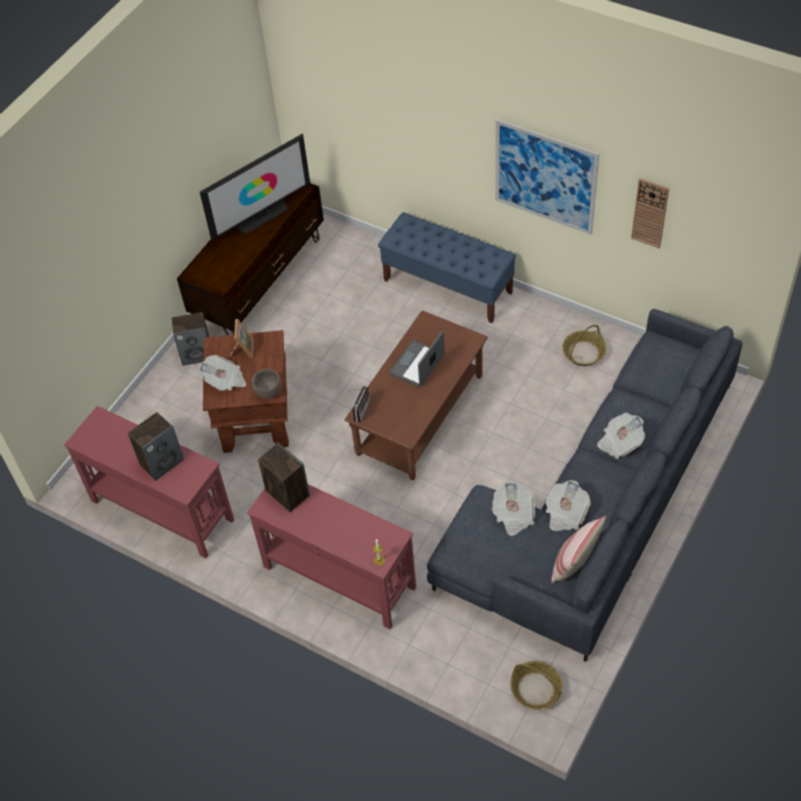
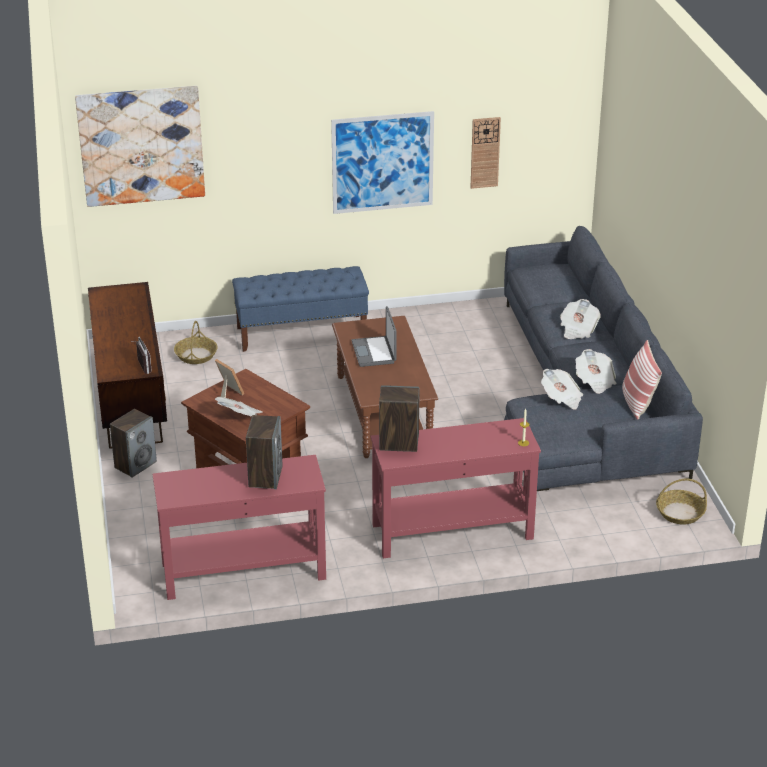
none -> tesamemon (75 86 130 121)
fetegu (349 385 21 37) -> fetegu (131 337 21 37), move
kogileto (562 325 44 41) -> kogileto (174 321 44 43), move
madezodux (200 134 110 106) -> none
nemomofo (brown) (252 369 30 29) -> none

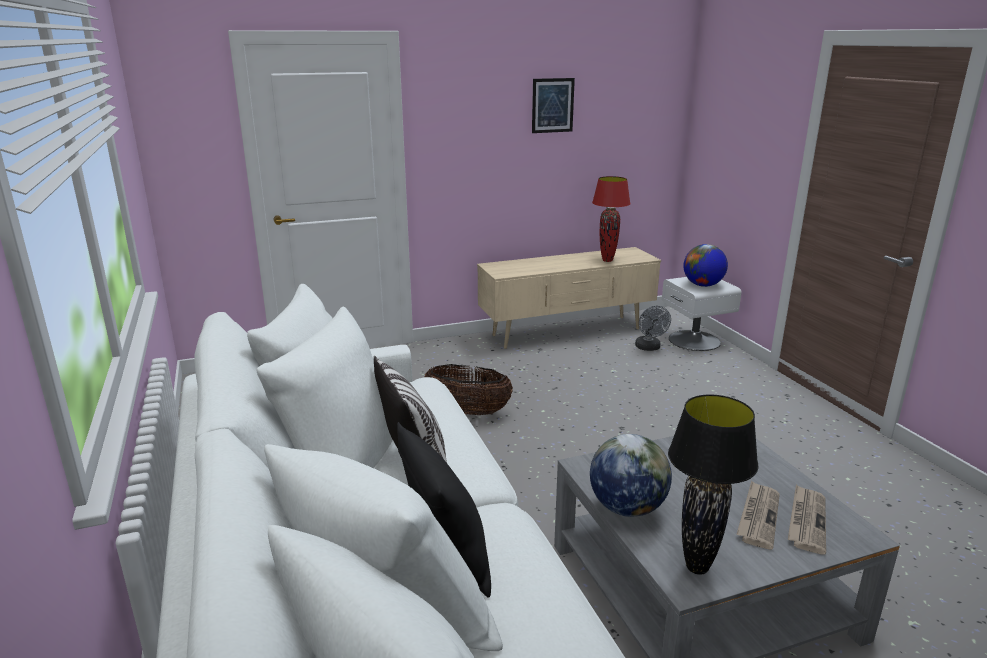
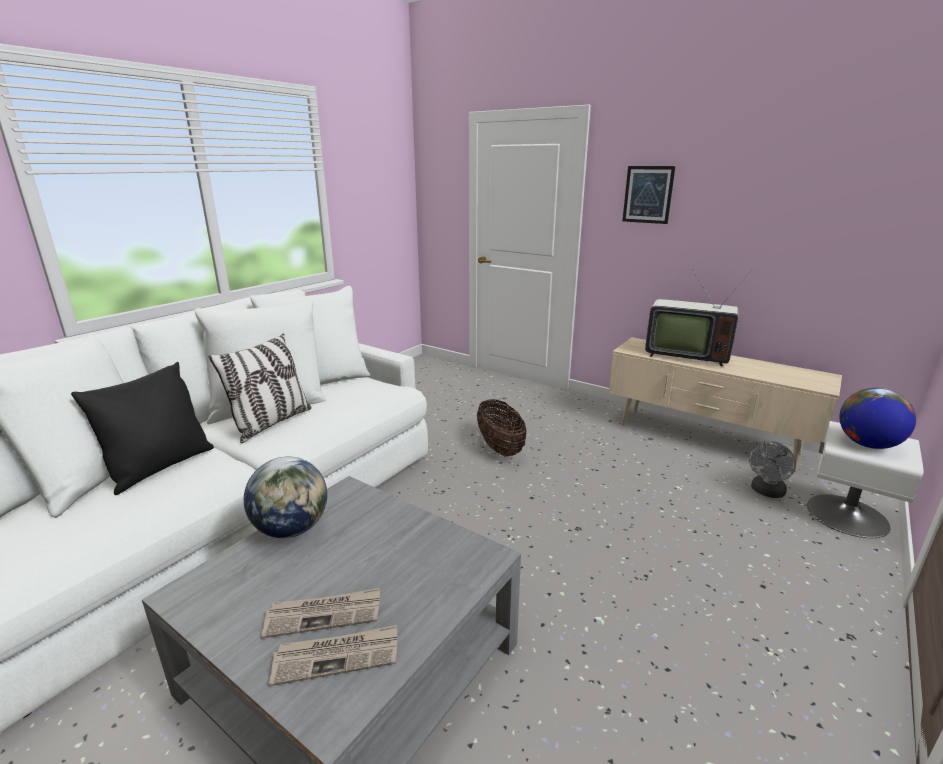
tesamemon (532 78 43 55) -> tesamemon (622 166 53 58), move
none -> madezodux (645 269 106 98)
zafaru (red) (592 176 38 86) -> none
zafaru (black) (668 394 90 181) -> none

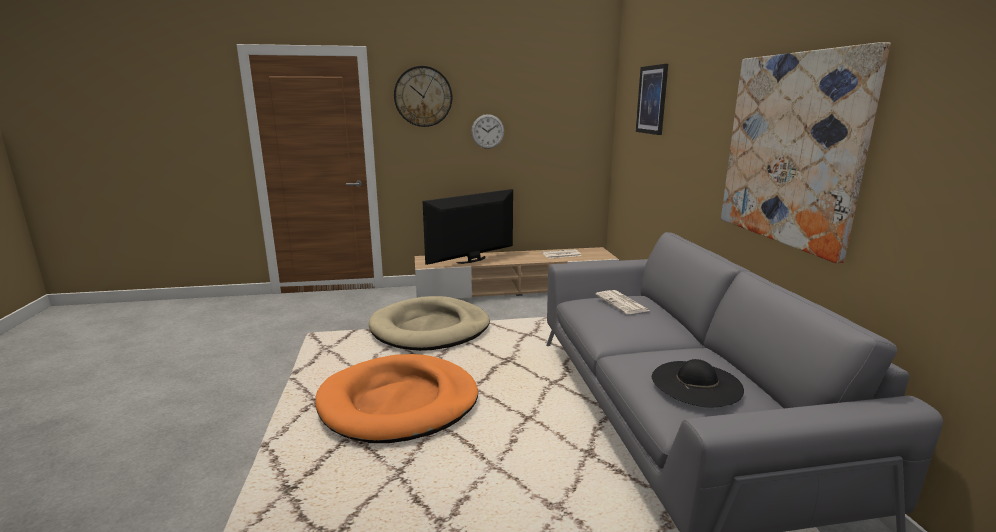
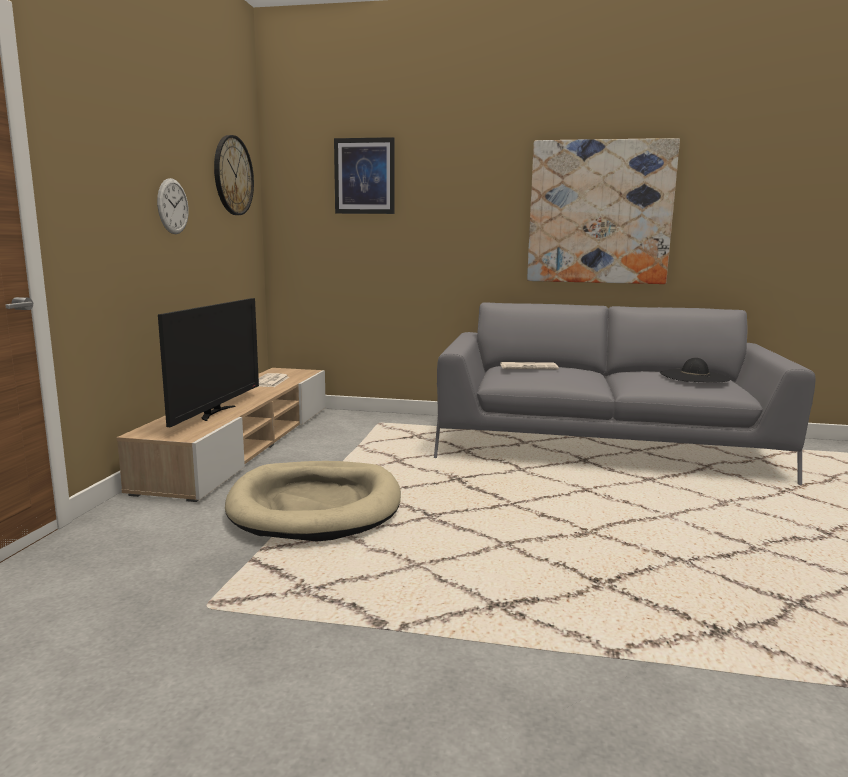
madezodux (422 189 91 76) -> madezodux (158 298 101 129), 150 degrees counterclockwise
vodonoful (394 66 58 61) -> vodonoful (214 135 40 80), move
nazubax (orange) (315 354 163 89) -> none

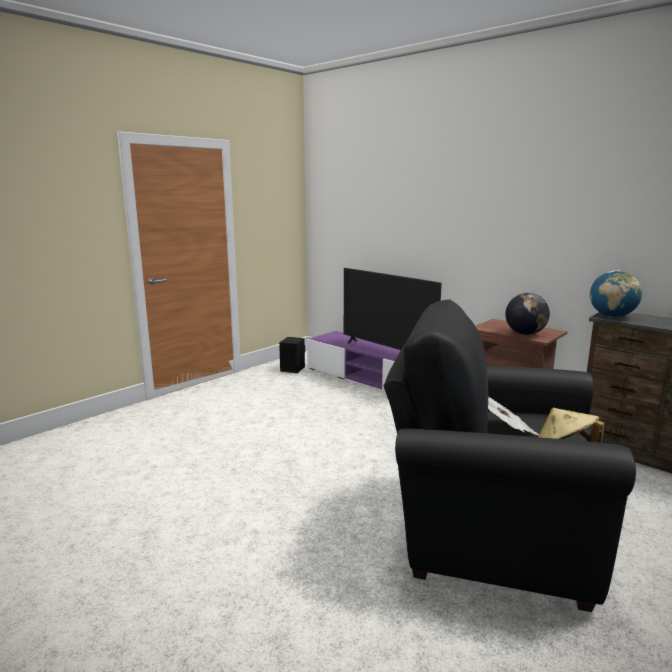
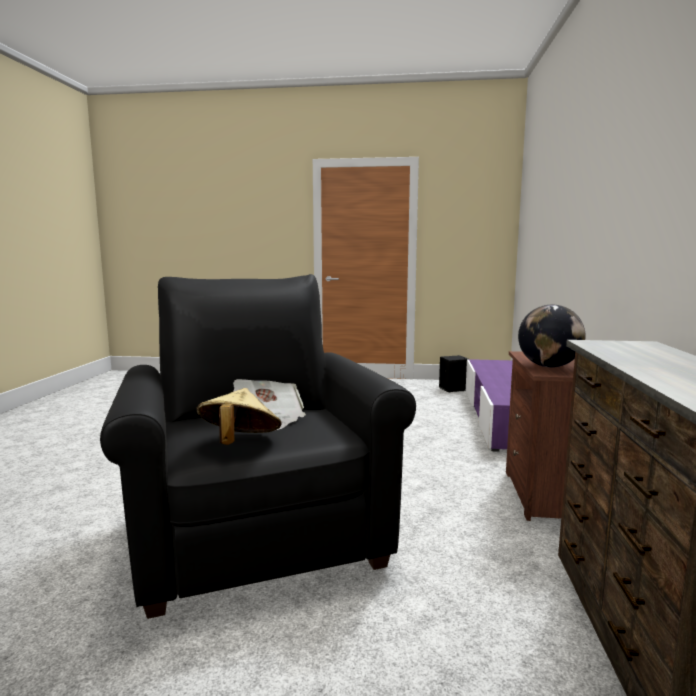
madezodux (344 268 98 82) -> none
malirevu (590 270 52 47) -> none

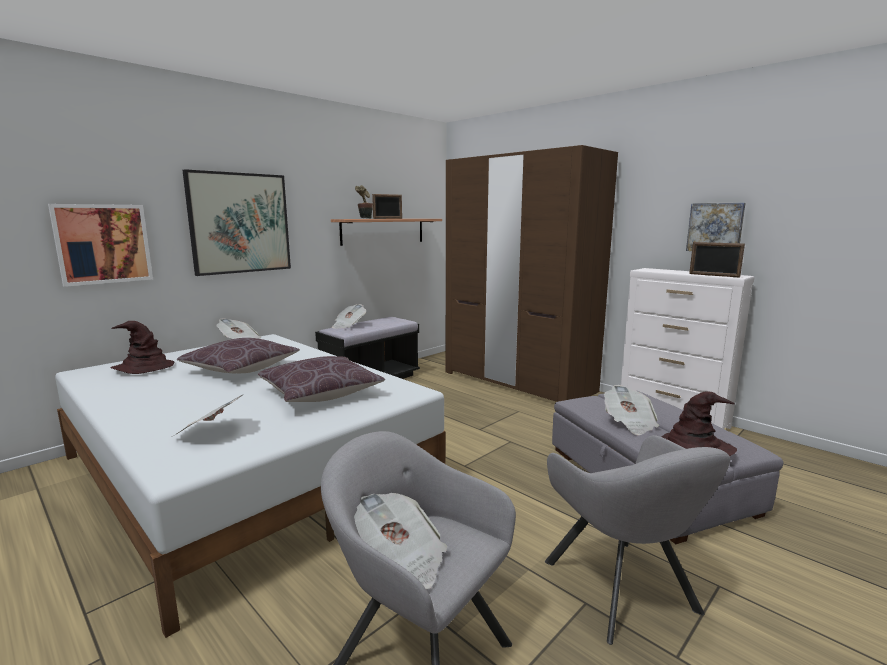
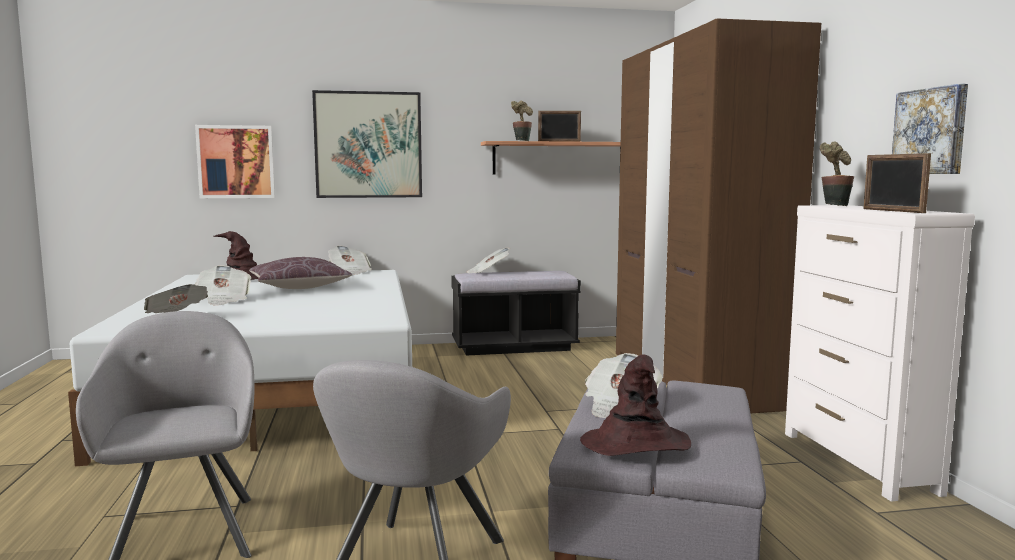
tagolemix (354 493 93 96) -> tagolemix (194 265 58 41), move
none -> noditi (820 142 34 64)
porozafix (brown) (258 356 127 46) -> none

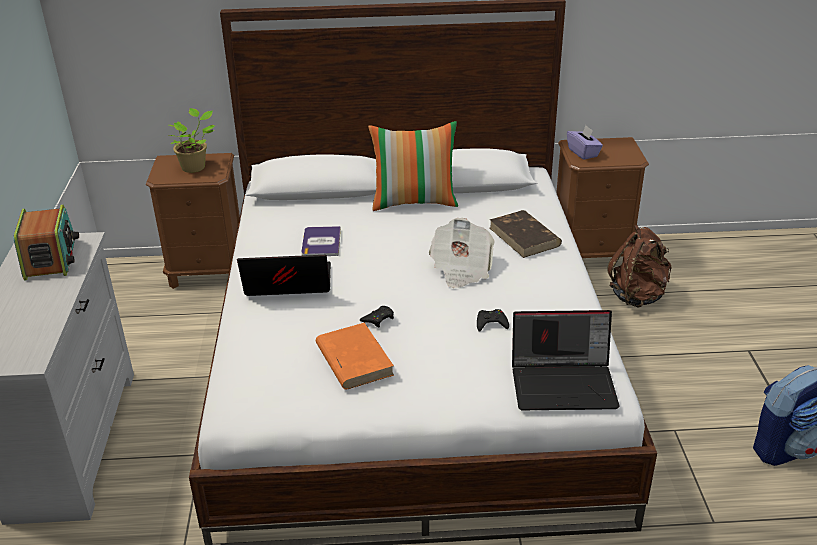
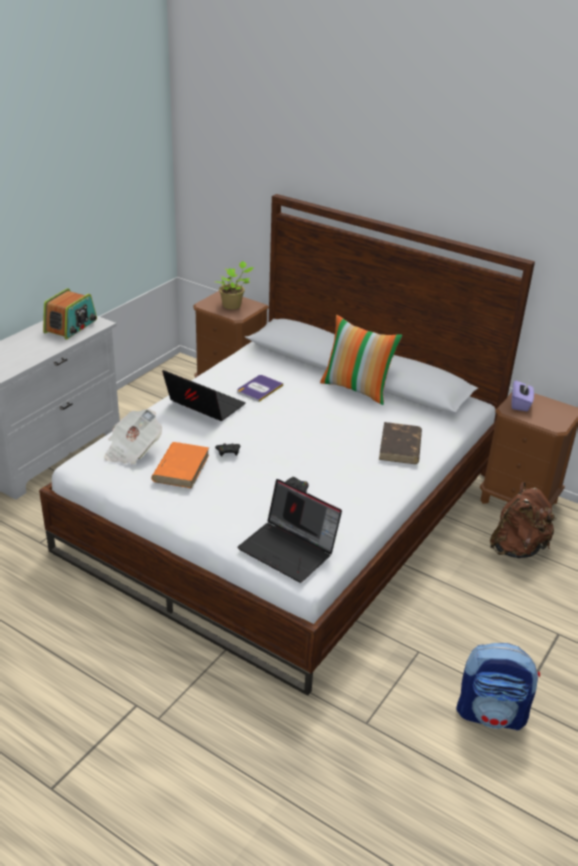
tagolemix (429 218 66 70) -> tagolemix (104 409 58 55), move

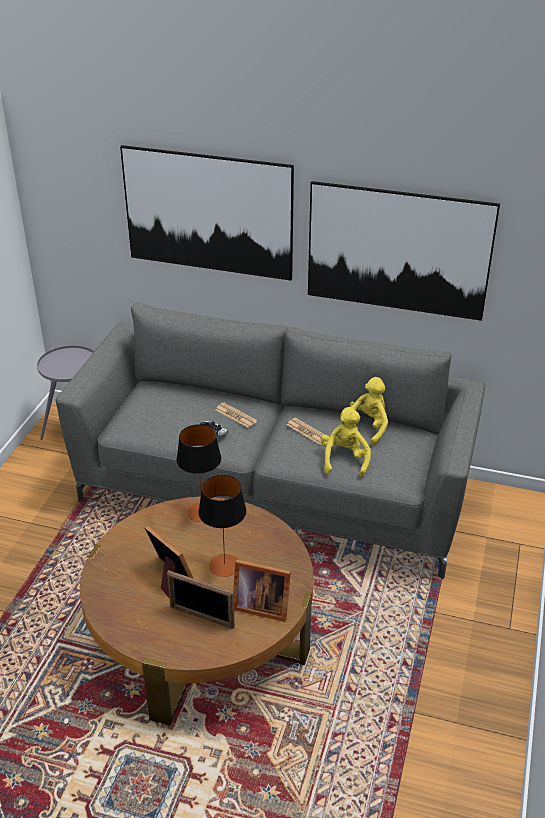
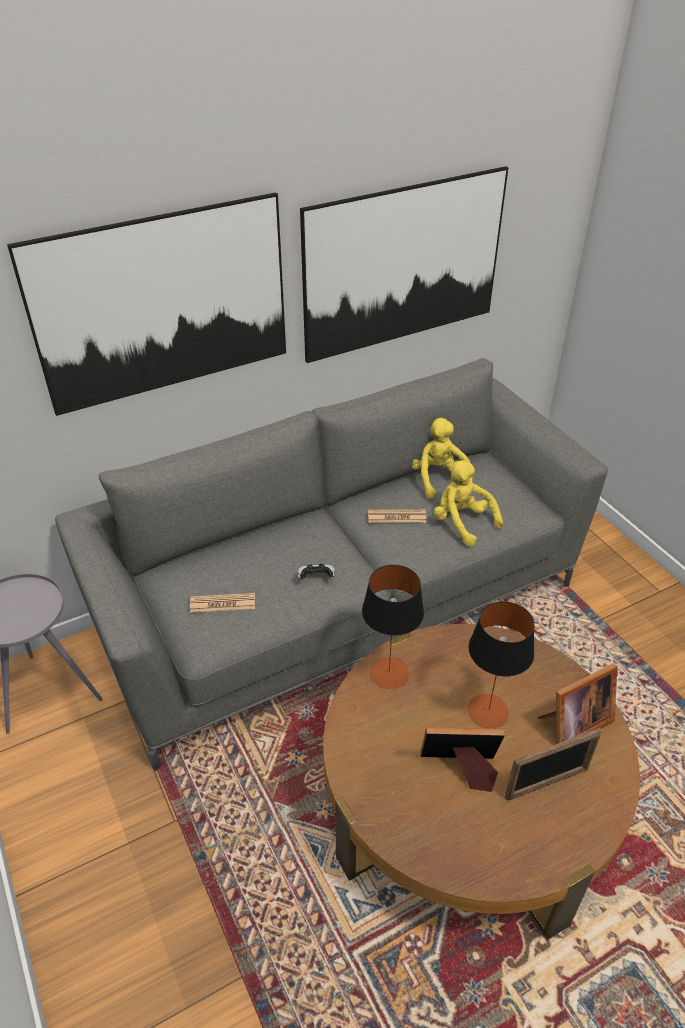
tagolemix (215 403 42 25) -> tagolemix (190 593 65 20), move

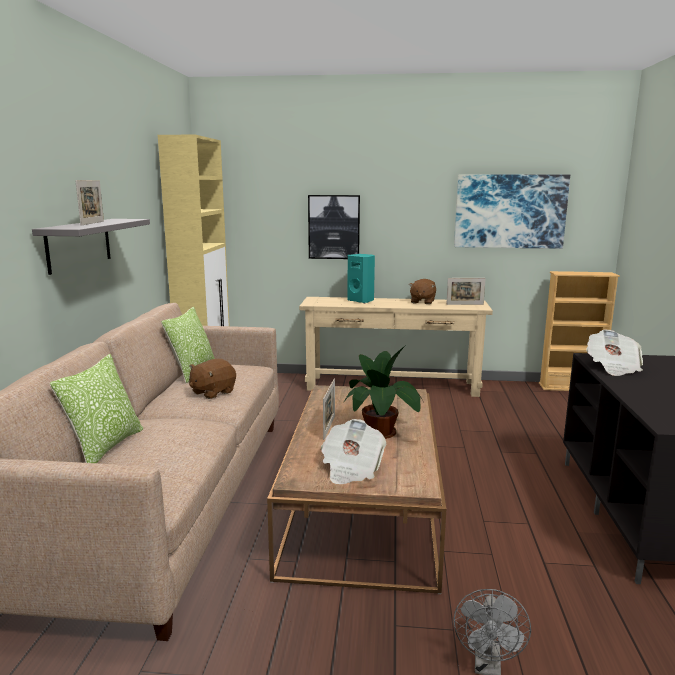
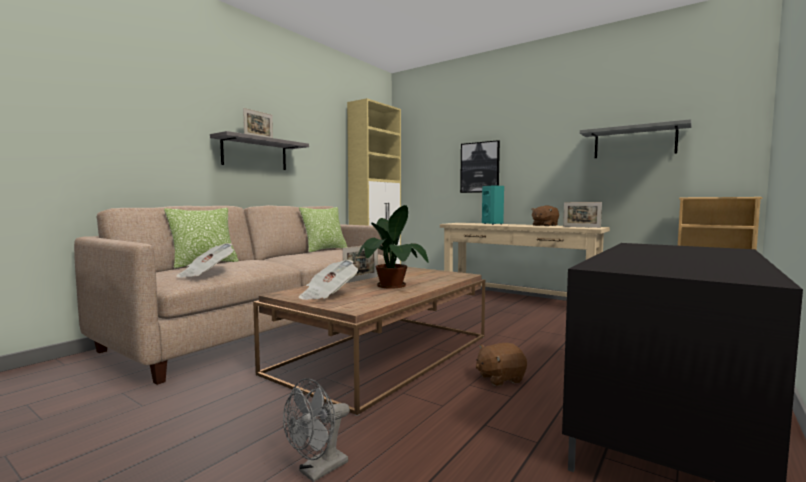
tagolemix (586 329 57 47) -> tagolemix (176 243 57 35), move
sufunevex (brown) (189 359 47 40) -> sufunevex (brown) (476 343 51 43), move
tesamemon (454 174 116 75) -> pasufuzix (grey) (580 119 112 39)

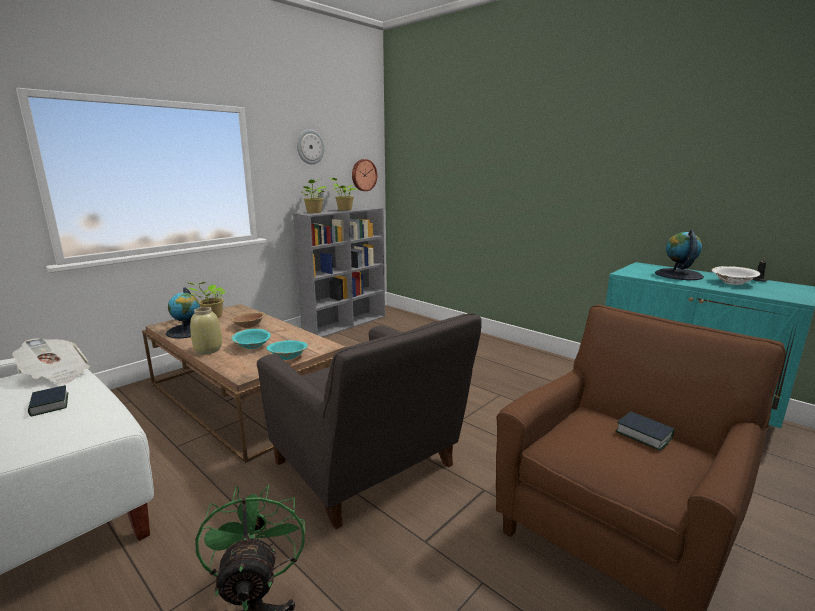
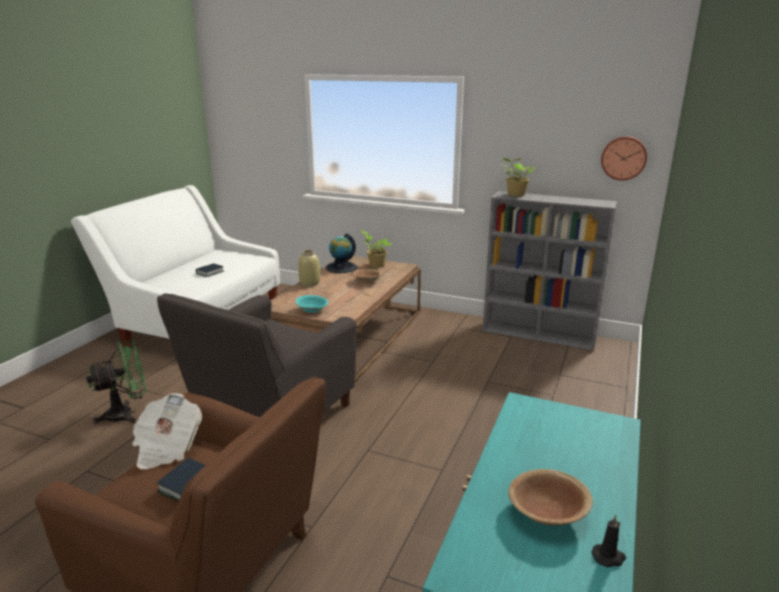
tagolemix (12 338 79 47) -> tagolemix (132 393 70 76), move
nemomofo (white) (712 266 48 19) -> nemomofo (brown) (508 469 85 57)
nemomofo (turquoise) (231 329 40 20) -> none
vodonoful (297 129 28 36) -> none
noditi (330 178 28 33) -> none
malirevu (655 229 49 51) -> none

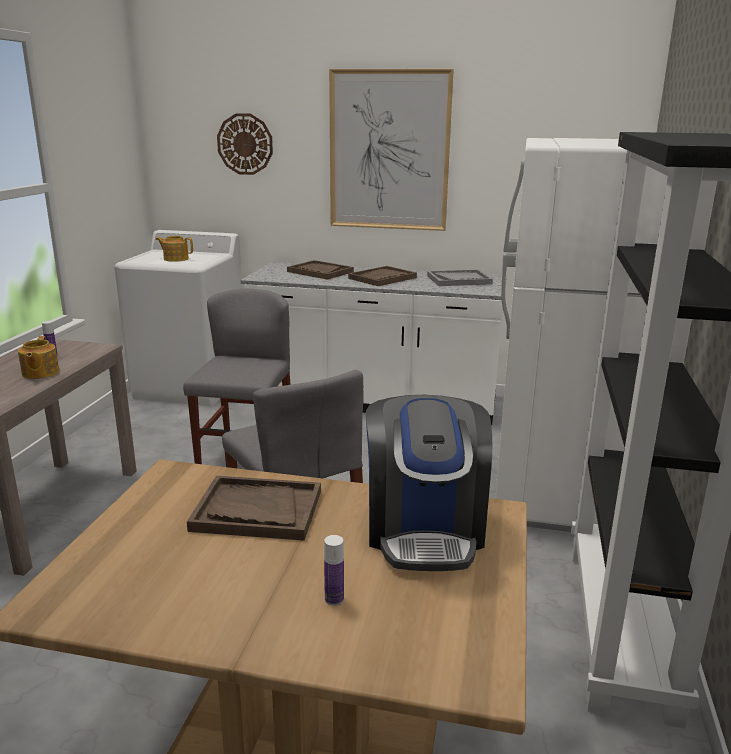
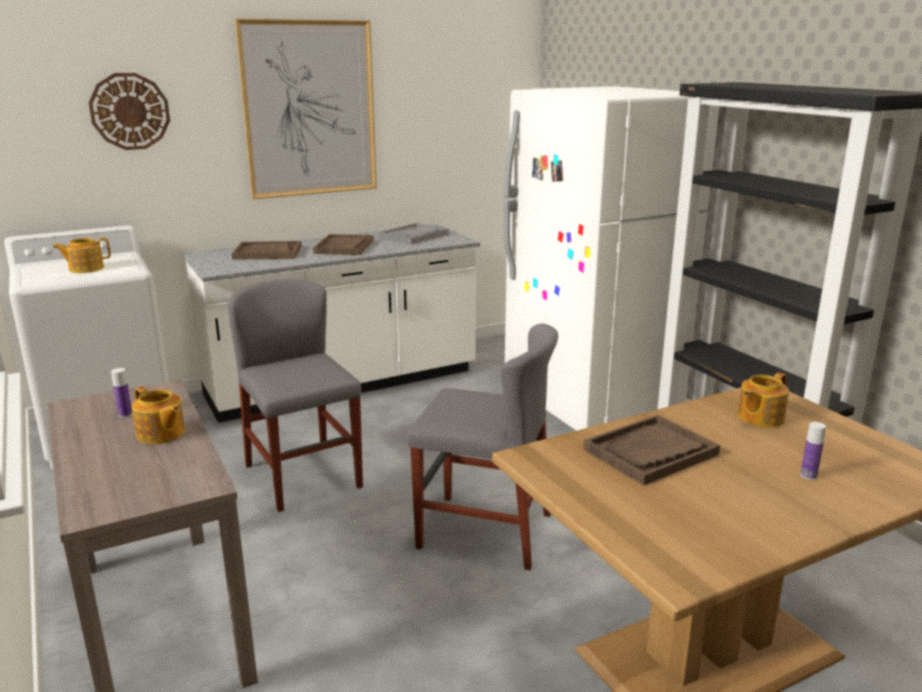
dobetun (366 395 126 176) -> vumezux (738 372 51 55)

